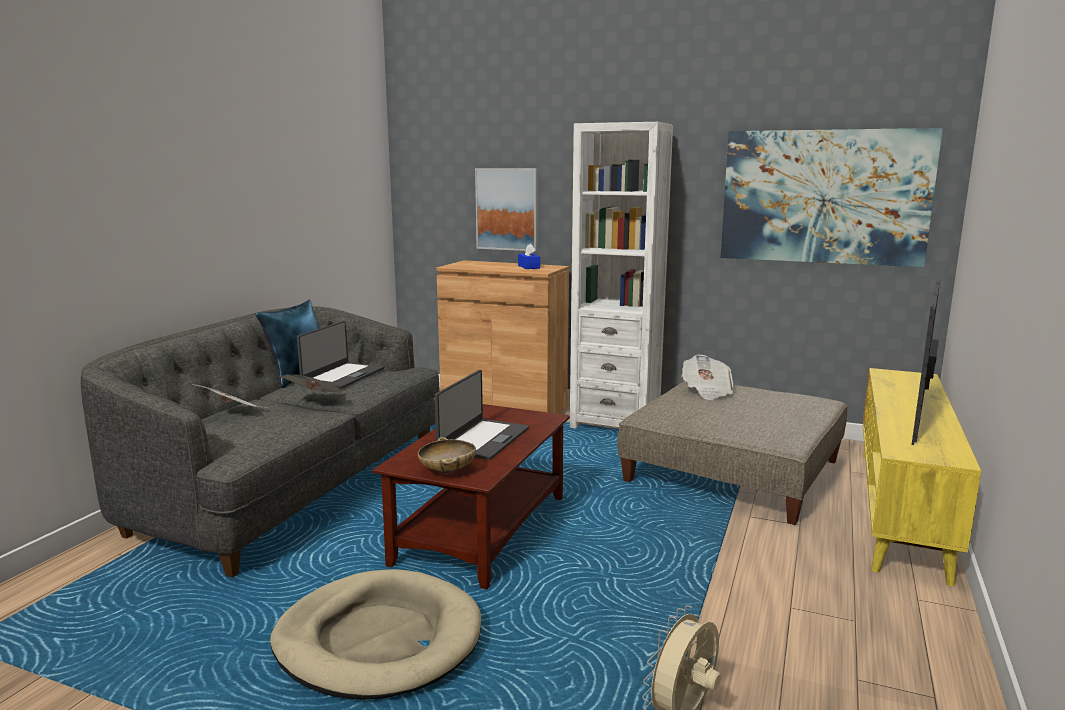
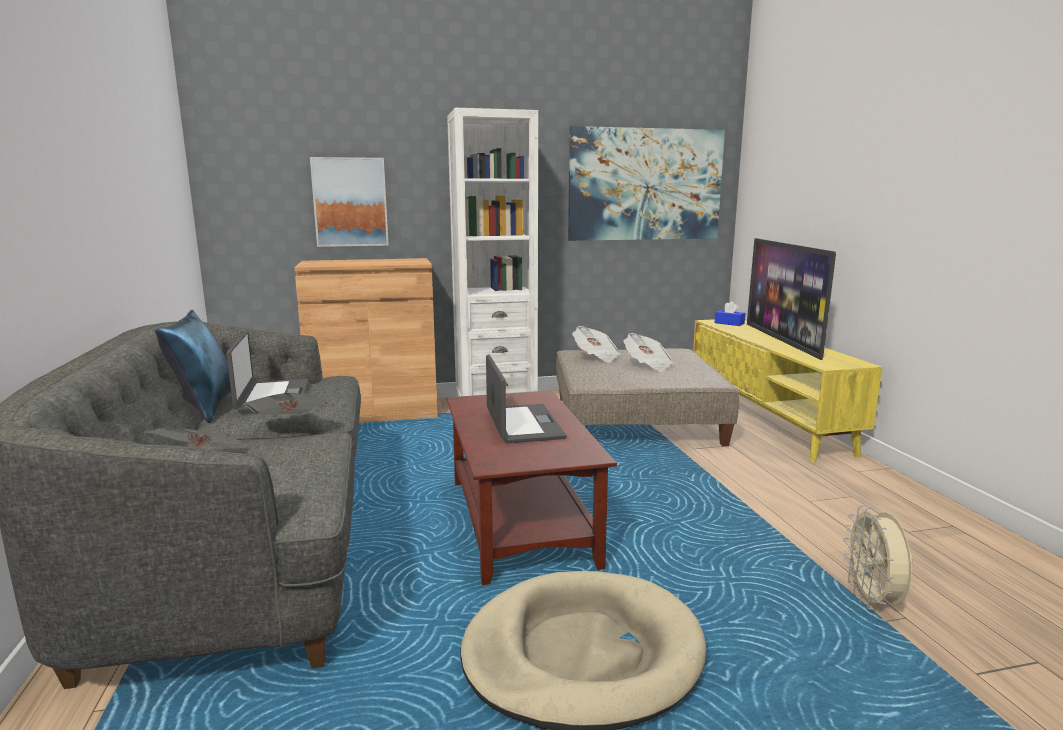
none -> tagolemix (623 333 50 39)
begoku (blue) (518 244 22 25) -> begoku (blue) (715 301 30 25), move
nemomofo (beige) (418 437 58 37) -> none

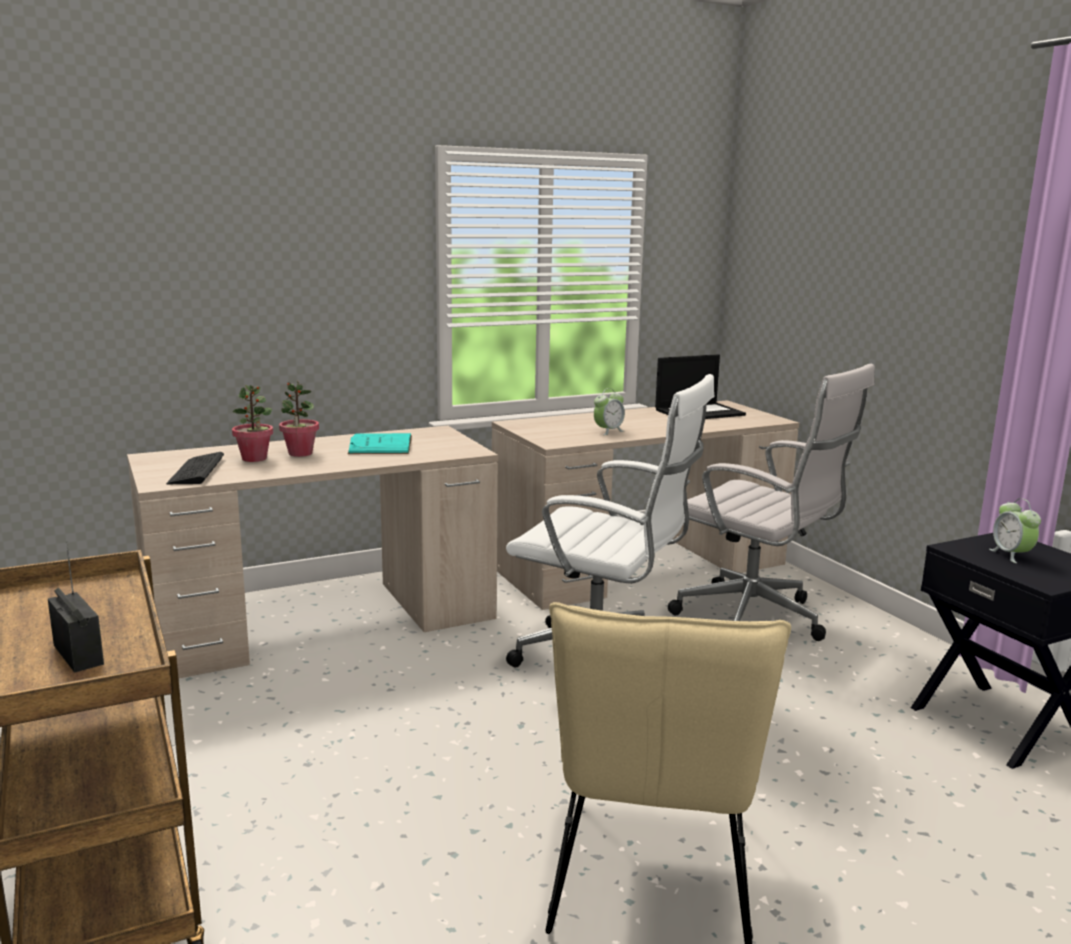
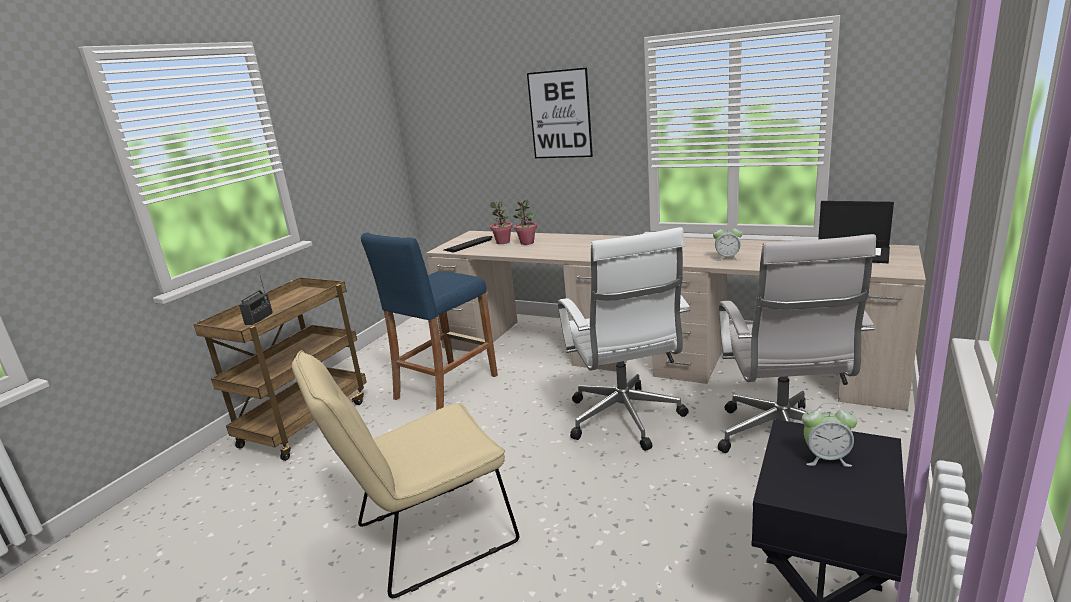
none -> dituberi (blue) (361 232 137 178)
none -> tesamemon (527 67 66 91)
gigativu (989 498 52 65) -> gigativu (802 403 55 64), 120 degrees counterclockwise
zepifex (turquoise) (348 433 64 21) -> none

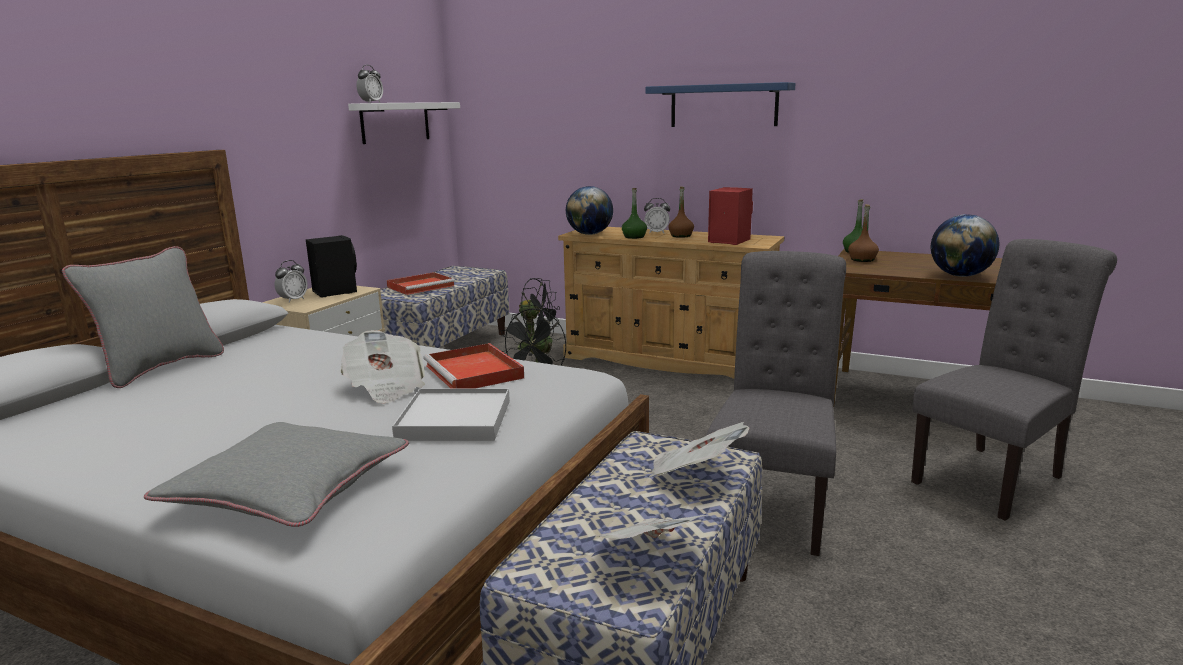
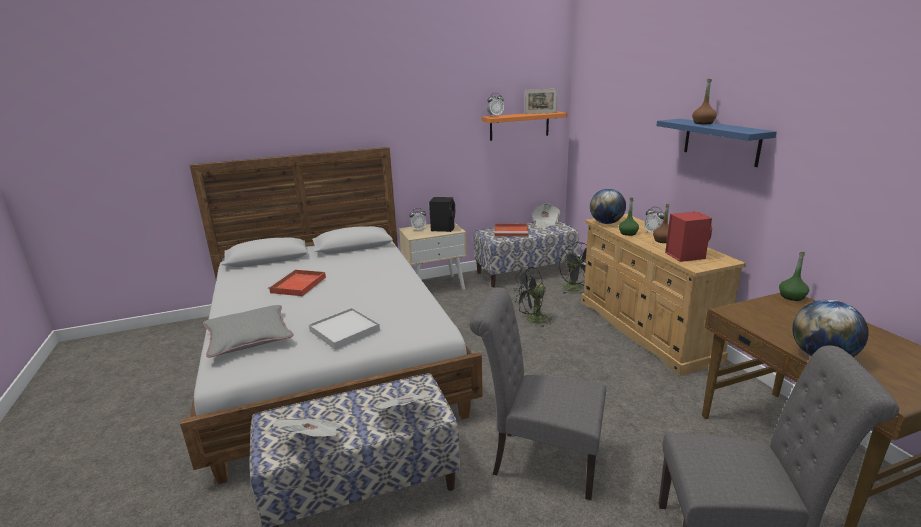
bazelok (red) (423 343 101 46) -> bazelok (red) (268 269 58 27), move
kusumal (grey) (706 251 140 305) -> kusumal (grey) (470 287 136 213), 135 degrees counterclockwise
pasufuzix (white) (348 102 112 42) -> pasufuzix (orange) (482 111 85 30)
none -> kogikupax (525 89 32 25)
tagolemix (340 330 85 74) -> tagolemix (532 203 29 25), move
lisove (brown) (848 204 31 58) -> lisove (brown) (692 78 25 46), move
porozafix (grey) (62 246 162 142) -> none

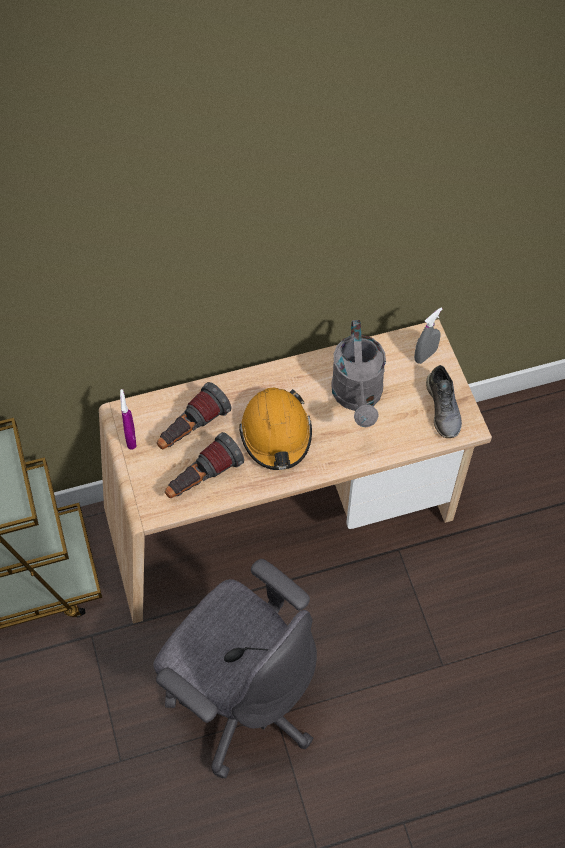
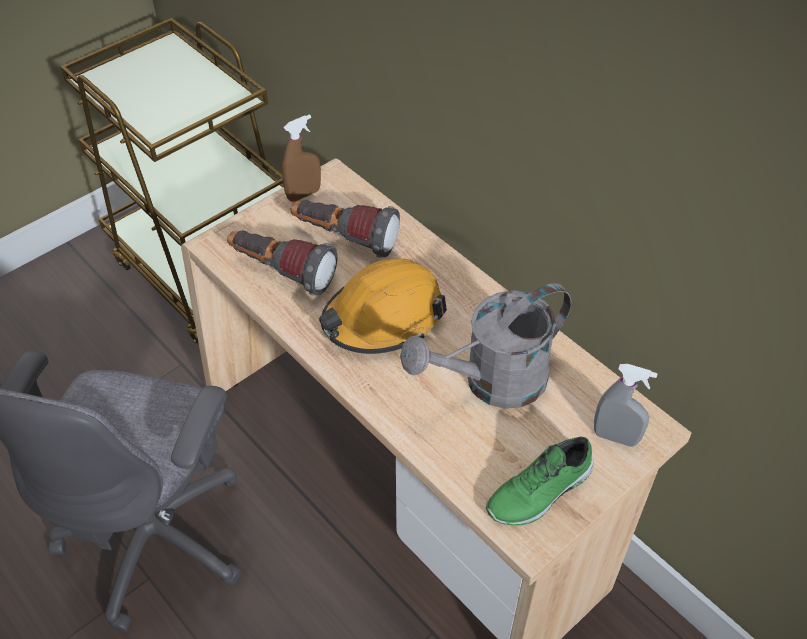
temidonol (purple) (120 389 17 61) -> temidonol (brown) (282 114 39 87)
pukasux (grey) (426 365 36 73) -> pukasux (green) (486 436 108 89)

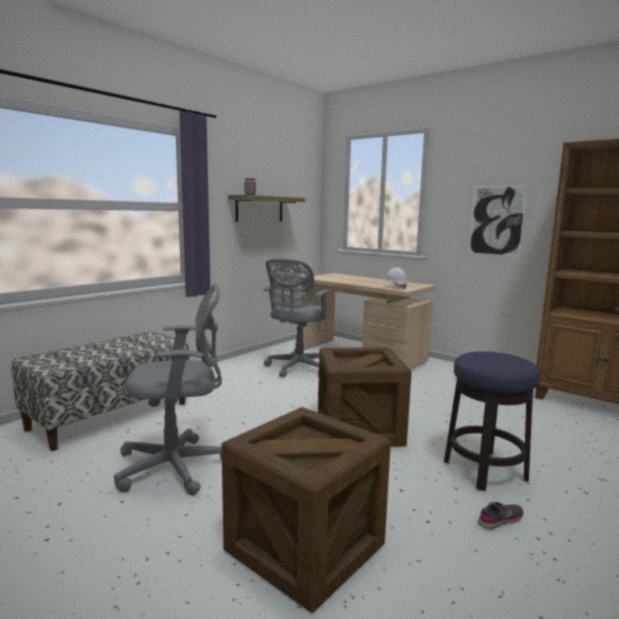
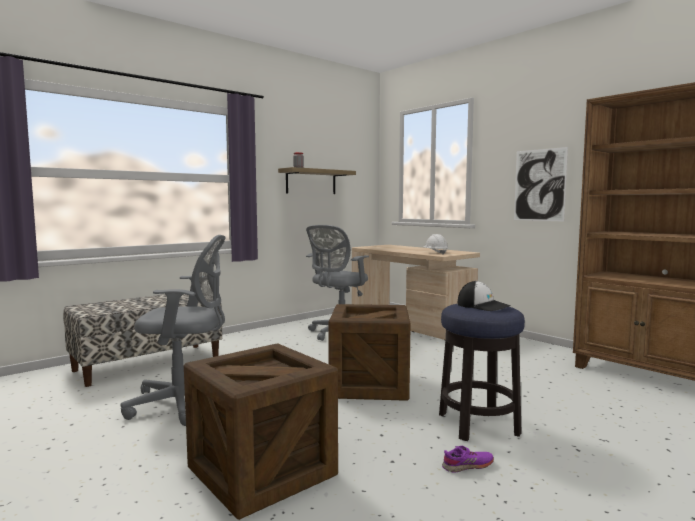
pukasux (grey) (478 502 45 28) -> pukasux (purple) (442 446 52 27)
none -> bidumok (457 281 54 30)

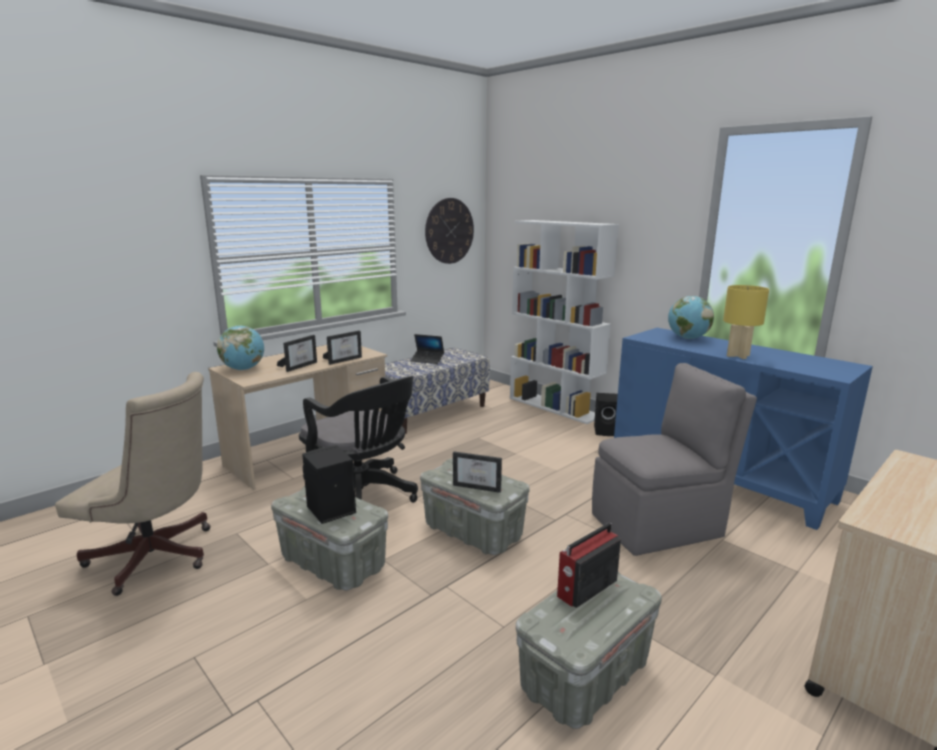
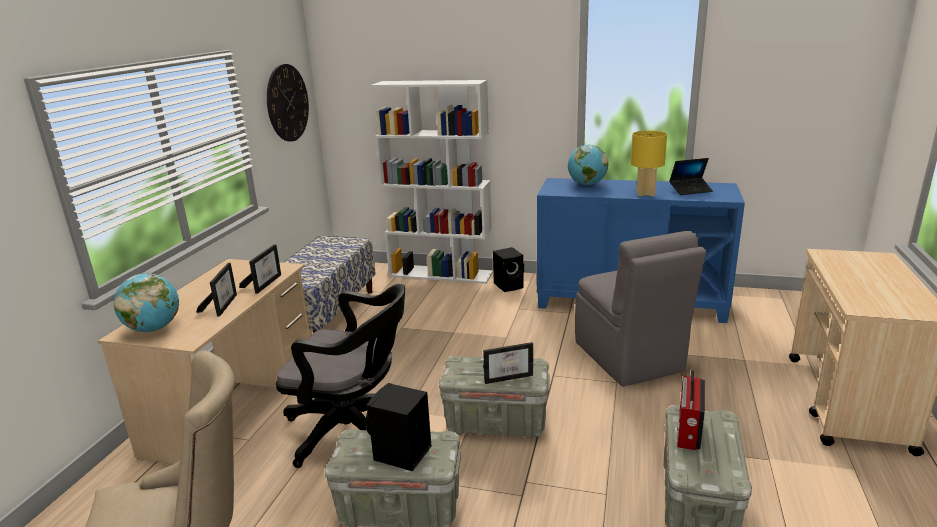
kusumal (grey) (592 363 165 193) -> kusumal (grey) (575 231 131 156), 120 degrees clockwise
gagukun (411 334 33 30) -> gagukun (669 158 44 37), move

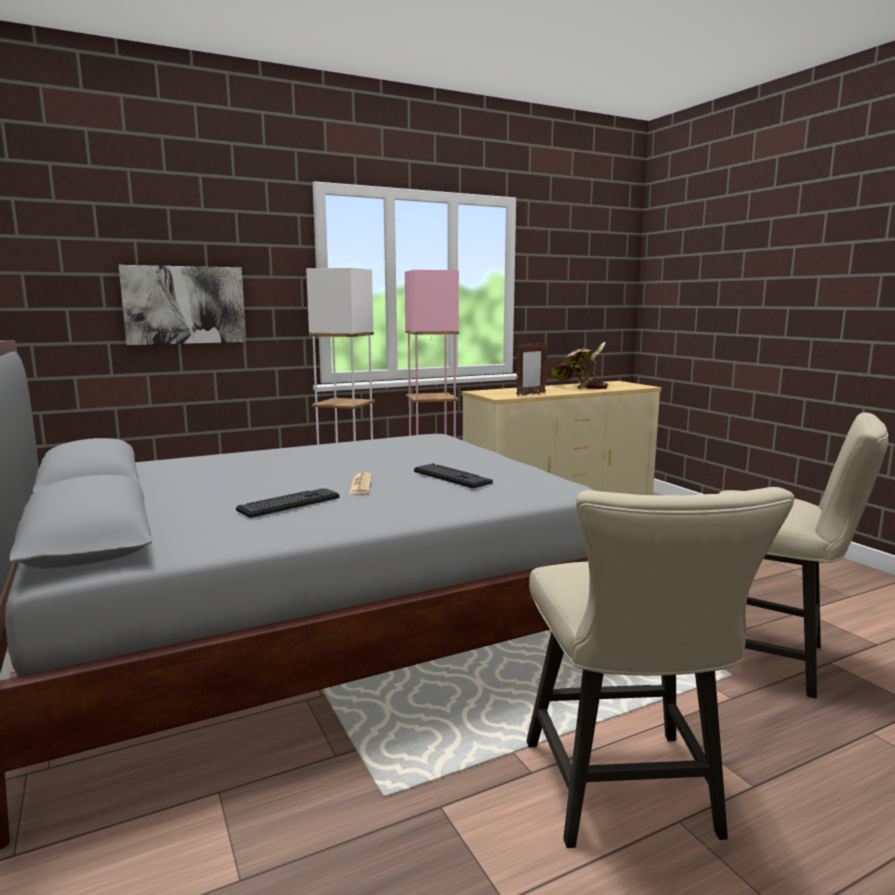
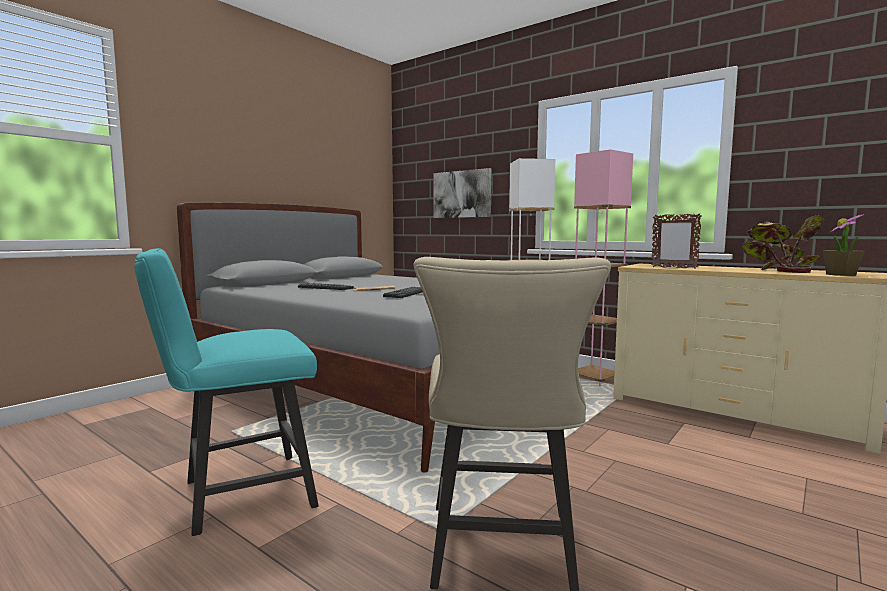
kusumal (beige) (526 487 268 361) -> kusumal (turquoise) (134 248 185 288)
none -> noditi (823 214 42 62)

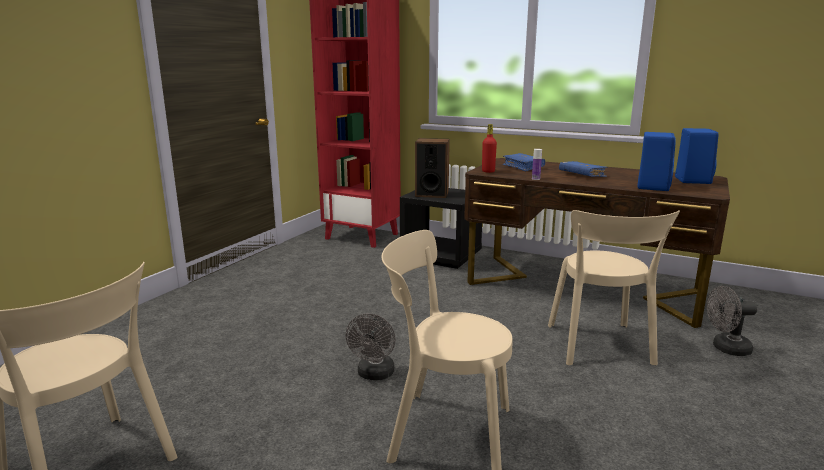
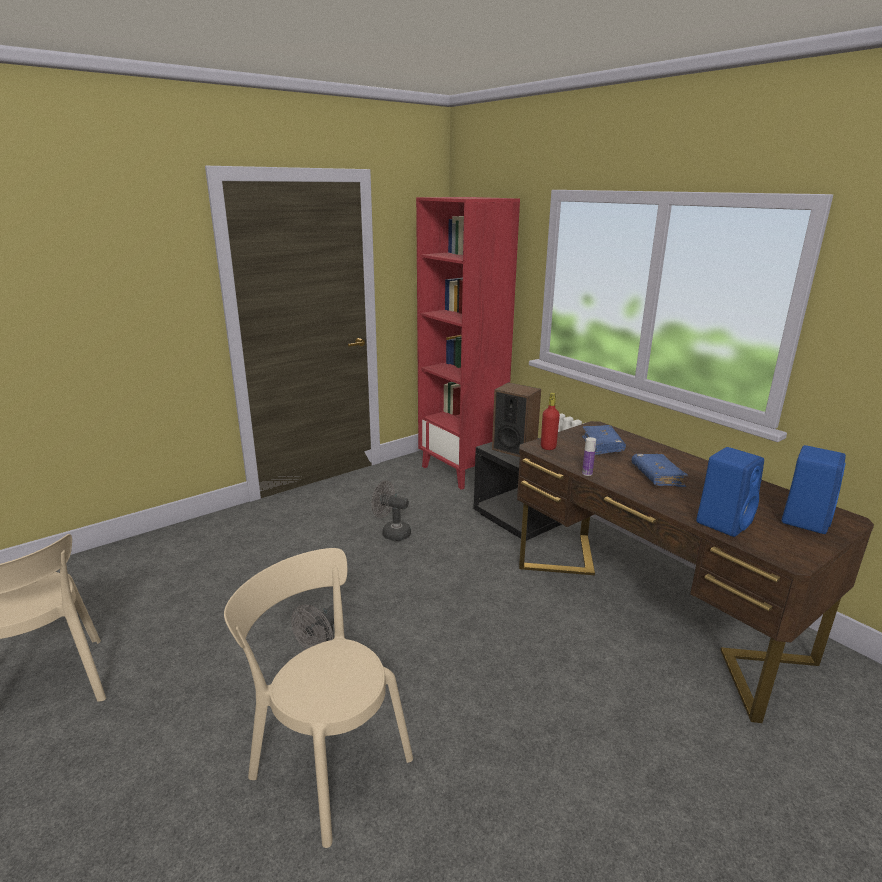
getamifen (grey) (707 286 50 70) -> getamifen (grey) (371 480 40 61), move
kusumal (beige) (548 210 132 155) -> none

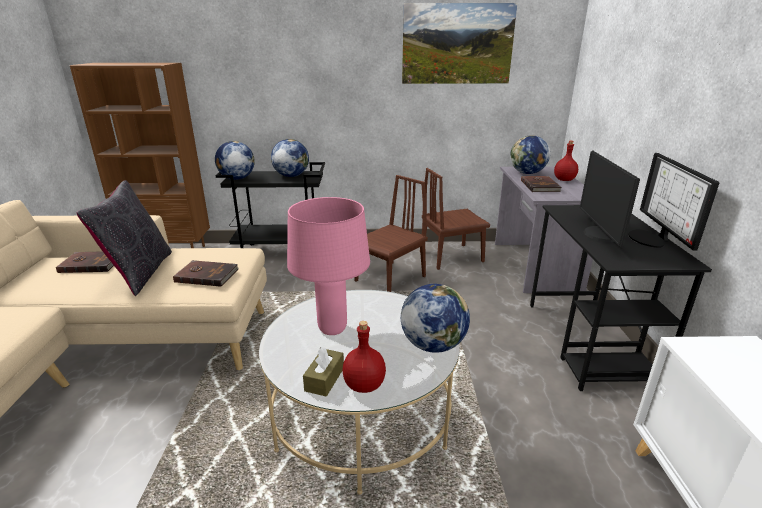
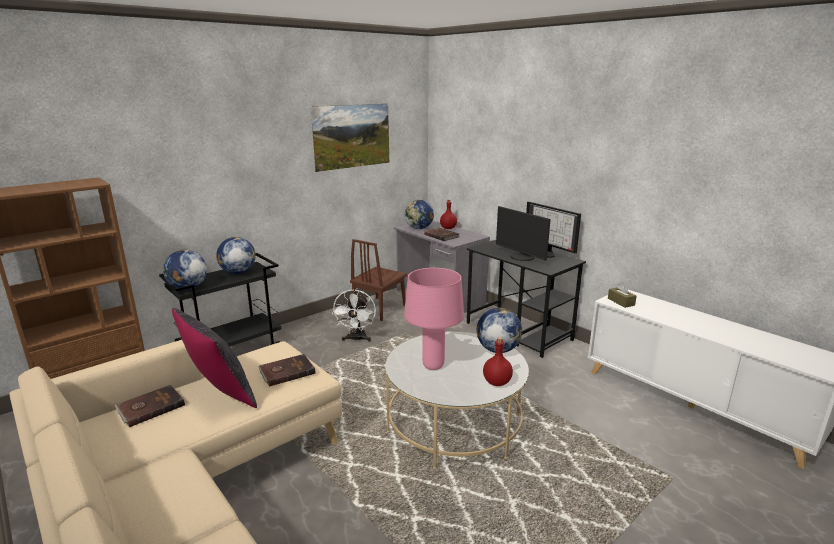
kusumal (brown) (354 175 74 117) -> getamifen (white) (332 289 44 53)
begoku (brown) (303 346 41 51) -> begoku (brown) (608 283 29 25), move

